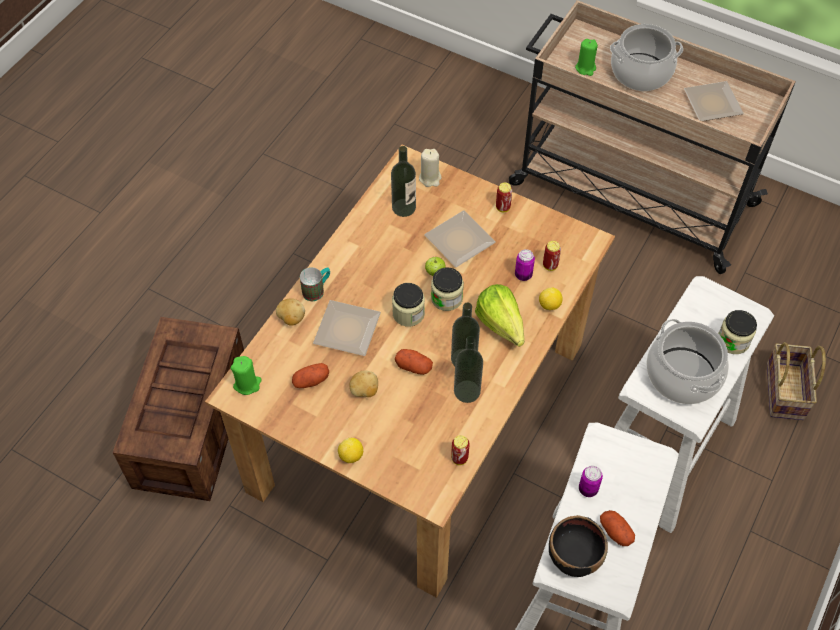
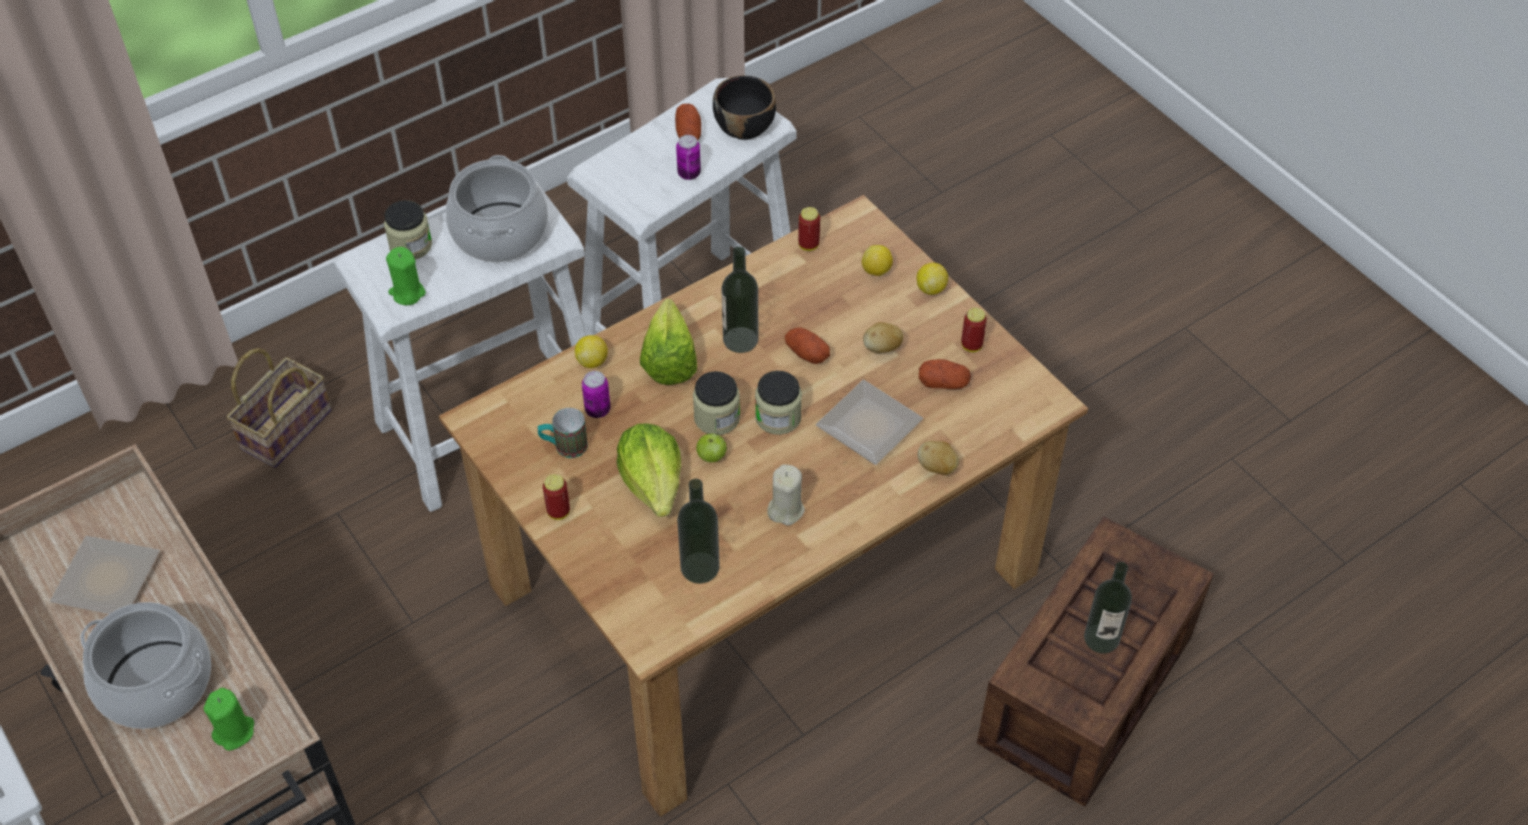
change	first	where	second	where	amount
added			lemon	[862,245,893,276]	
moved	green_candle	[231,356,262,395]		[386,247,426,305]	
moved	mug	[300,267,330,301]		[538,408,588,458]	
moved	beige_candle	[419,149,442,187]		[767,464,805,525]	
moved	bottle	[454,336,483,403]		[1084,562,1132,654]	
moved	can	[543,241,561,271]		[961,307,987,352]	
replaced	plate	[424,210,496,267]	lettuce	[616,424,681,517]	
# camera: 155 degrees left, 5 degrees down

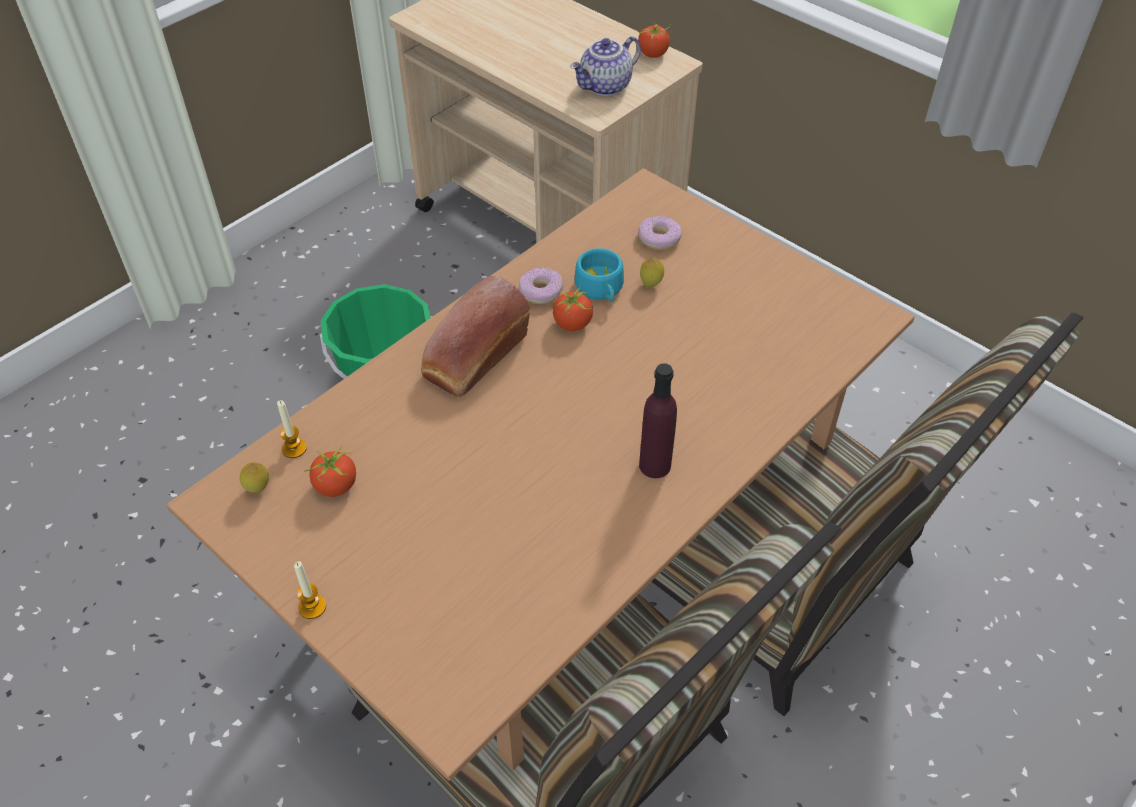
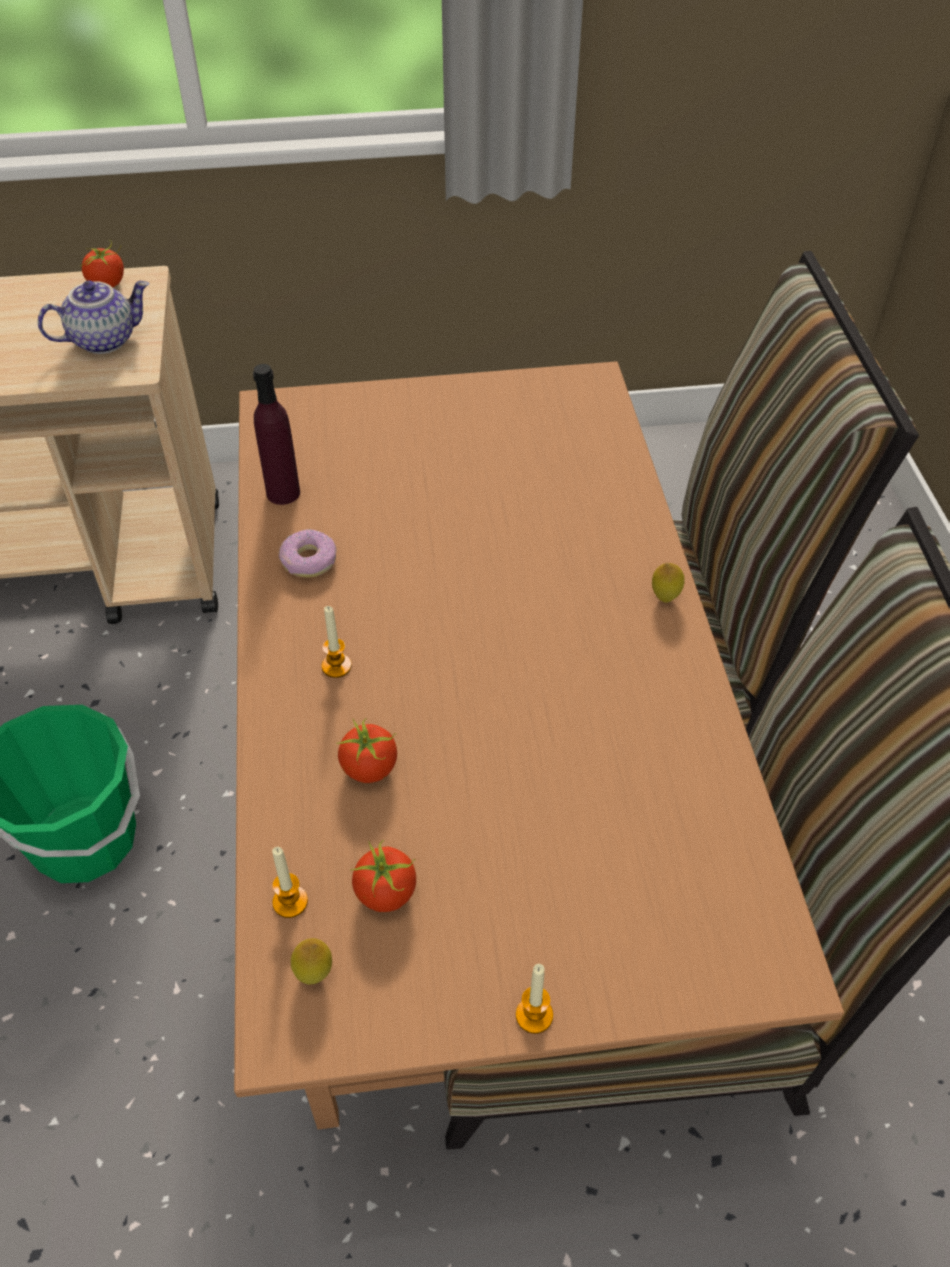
change	first	where	second	where	amount
removed	turquoise_cup	[575,248,624,302]			
removed	donut	[638,216,682,250]			
moved	tomato	[553,287,593,331]		[336,718,397,783]	
moved	purple_bottle	[639,363,677,478]		[253,364,300,505]	
moved	lemon	[640,257,664,288]		[652,563,685,603]	
replaced	bread	[421,276,530,397]	candle	[321,606,352,678]	
turned	teapot	[570,36,641,96]		[38,280,149,354]	120 degrees counterclockwise
# camera: 50 degrees left, 0 degrees up

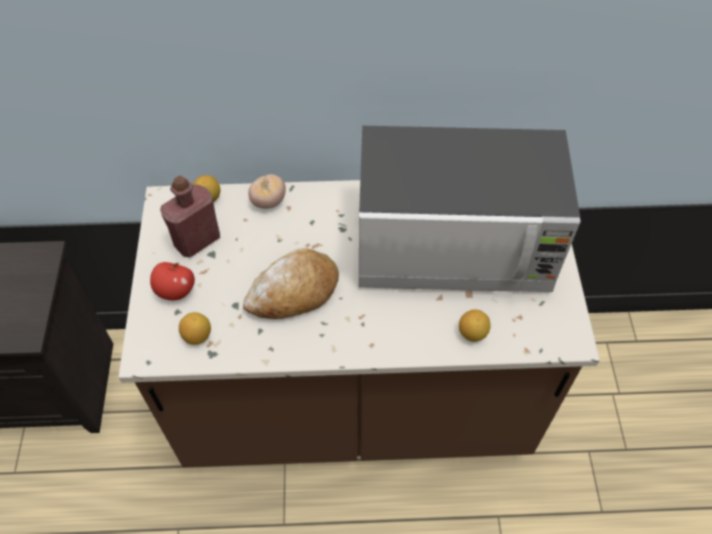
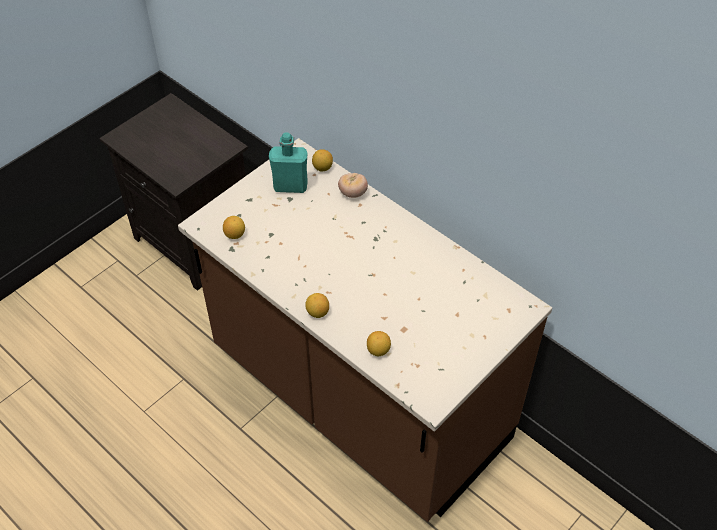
change	first	where	second	where	amount
removed	apple	[150,262,195,300]			
removed	bread	[243,248,339,319]			
removed	microwave	[359,126,581,292]			
added			lemon	[305,293,329,318]	
recoloured	red_bottle	[160,176,220,258]	turquoise_bottle	[269,133,308,193]	
# camera: 45 degrees right, 5 degrees down

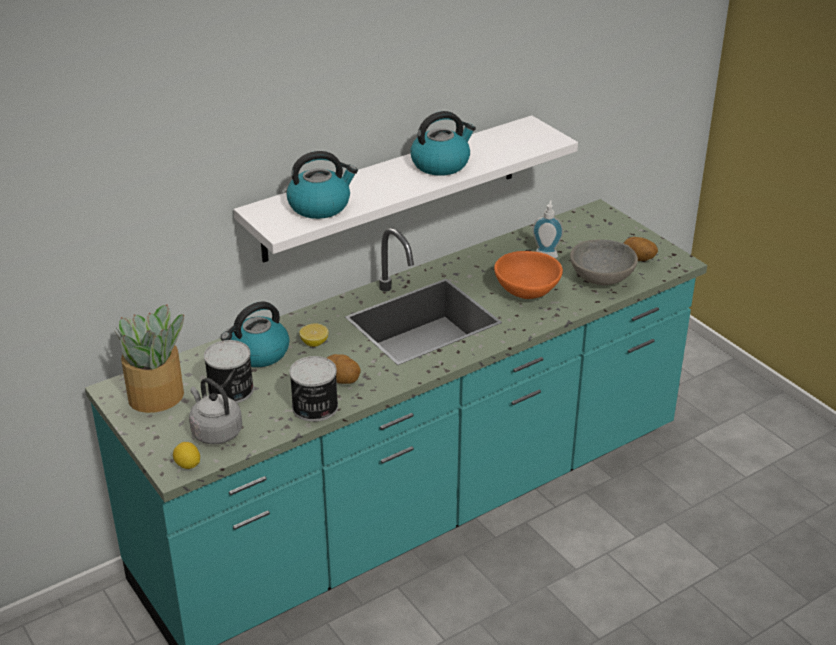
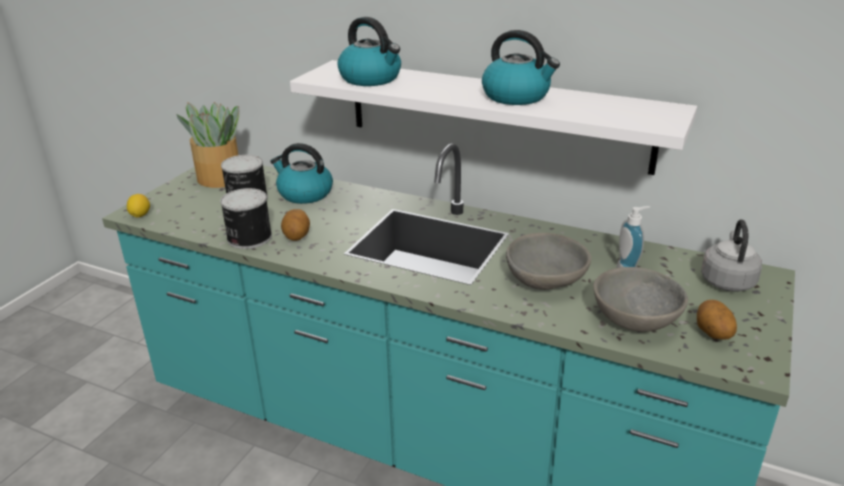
change	first	where	second	where	amount
removed	lemon	[299,324,329,347]			
moved	grey_kettle	[189,378,242,444]		[701,219,762,292]	
recoloured	orange_bowl	[494,251,563,299]	grey_bowl	[506,233,591,290]	
# camera: 60 degrees right, 5 degrees down

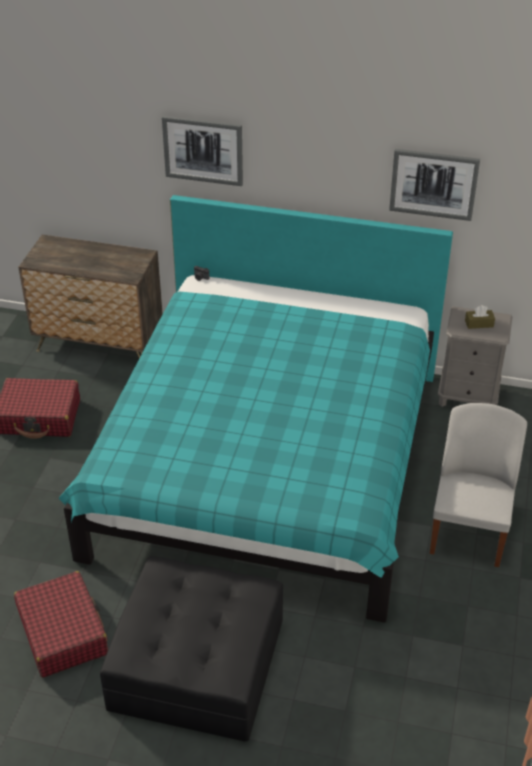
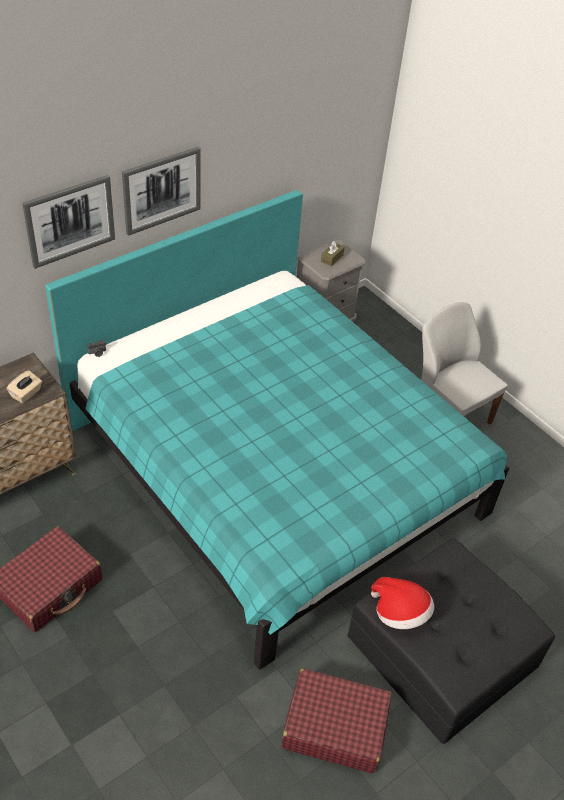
change	first	where	second	where	amount
added			beige_tissue_box	[6,370,42,403]	
added			hat	[371,577,434,629]	
moved	picture	[389,149,480,221]		[122,147,201,236]	
# camera: 55 degrees left, 5 degrees up

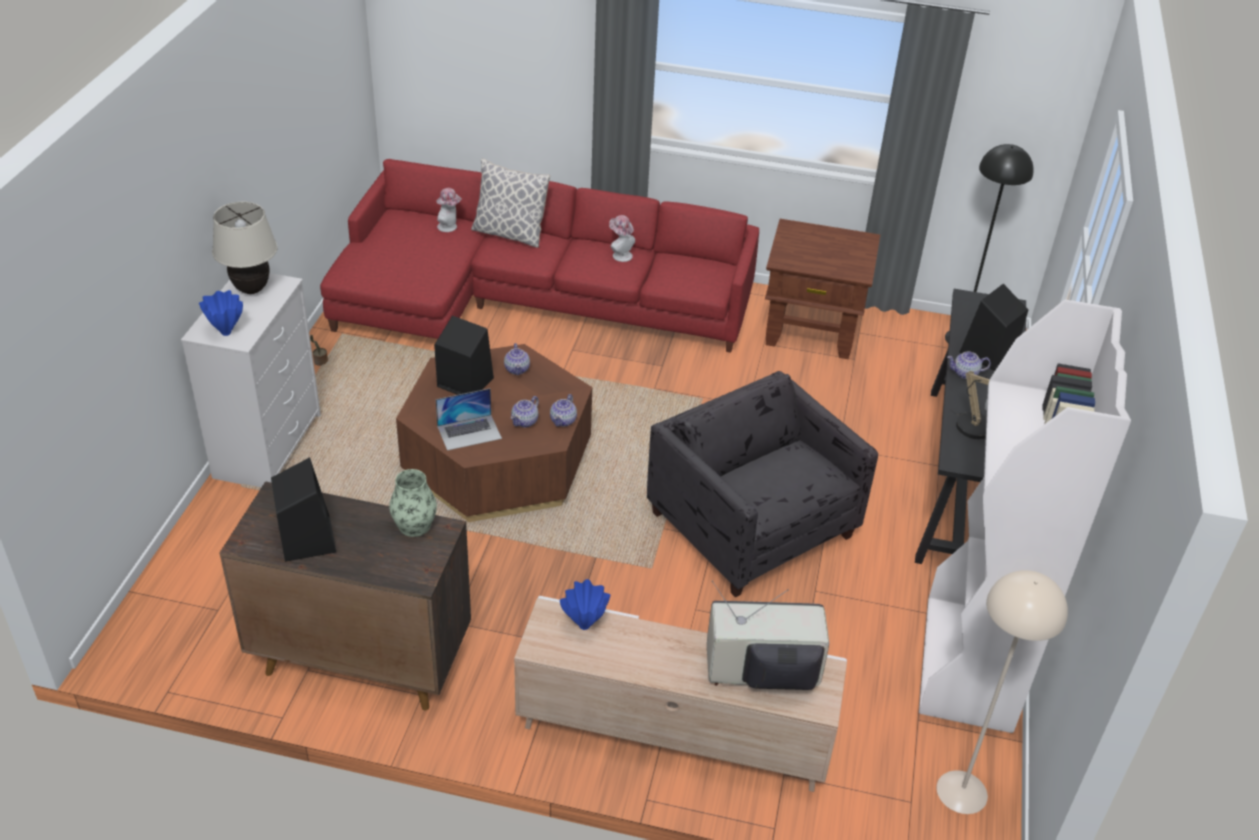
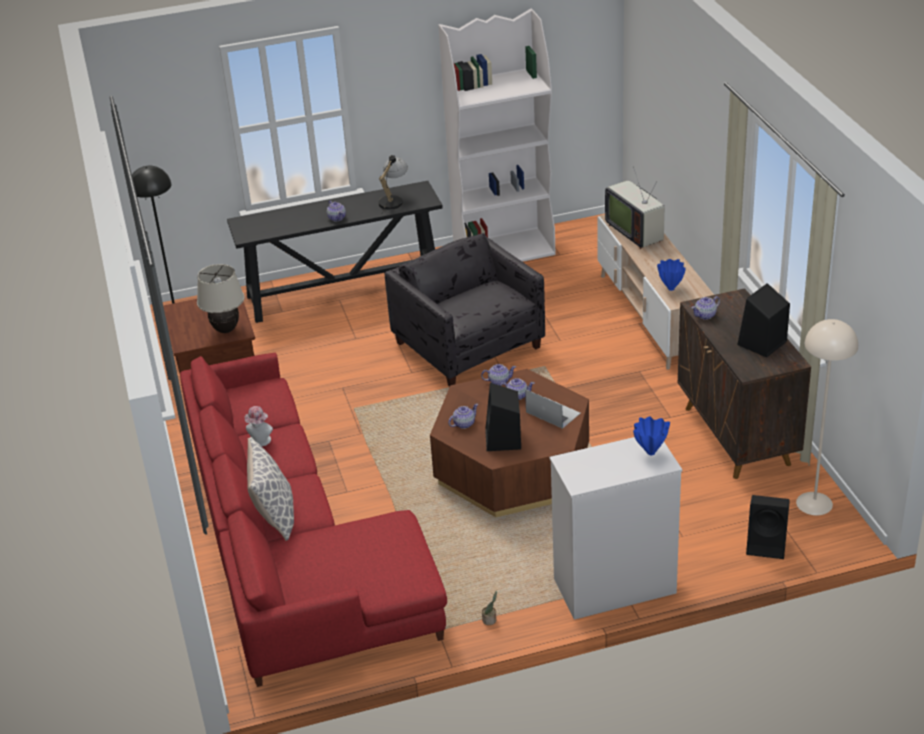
change	first	where	second	where	amount
removed	hat	[436,188,462,232]			
moved	beige_table_lamp	[212,202,278,294]		[197,264,245,333]	
moved	beige_floor_lamp	[937,570,1068,814]		[796,319,858,515]	
moved	black_speaker	[959,284,1028,371]		[746,495,790,559]	
replaced	vase	[389,469,437,537]	teapot	[691,296,720,320]	
turned	grey_armchair	[647,371,878,597]		[385,233,545,387]	120 degrees clockwise
# camera: 115 degrees left, 5 degrees down

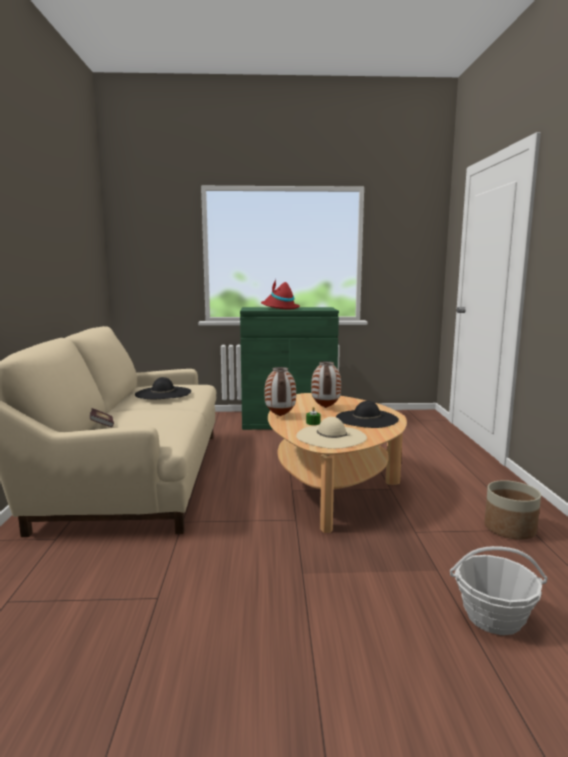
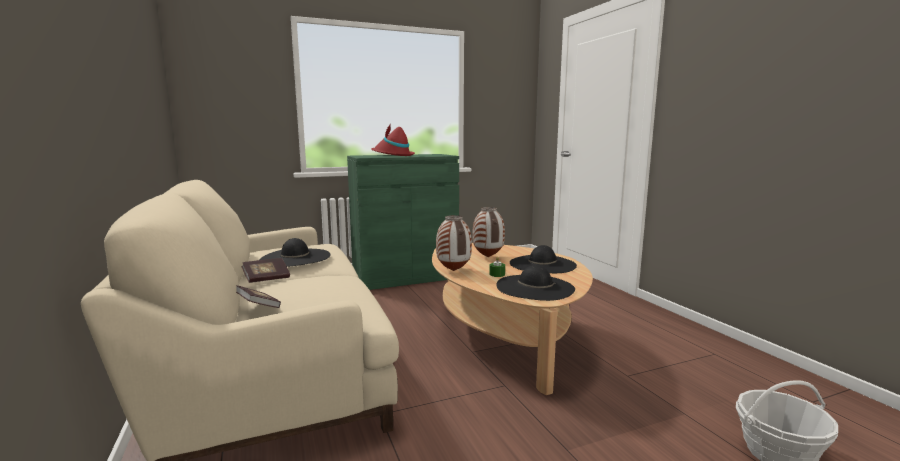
change	first	where	second	where	amount
removed	planter	[484,480,541,540]			
added			book	[242,258,290,283]	
recoloured	beige_hat	[296,417,367,449]	black_hat	[496,265,575,301]	
# camera: 20 degrees left, 0 degrees up

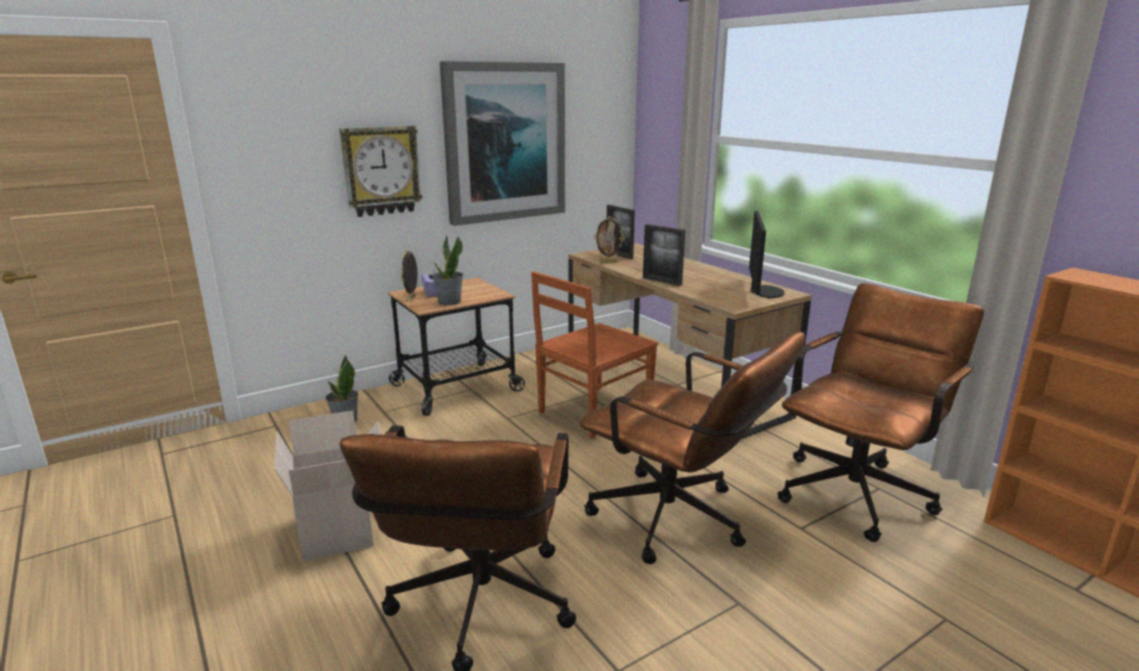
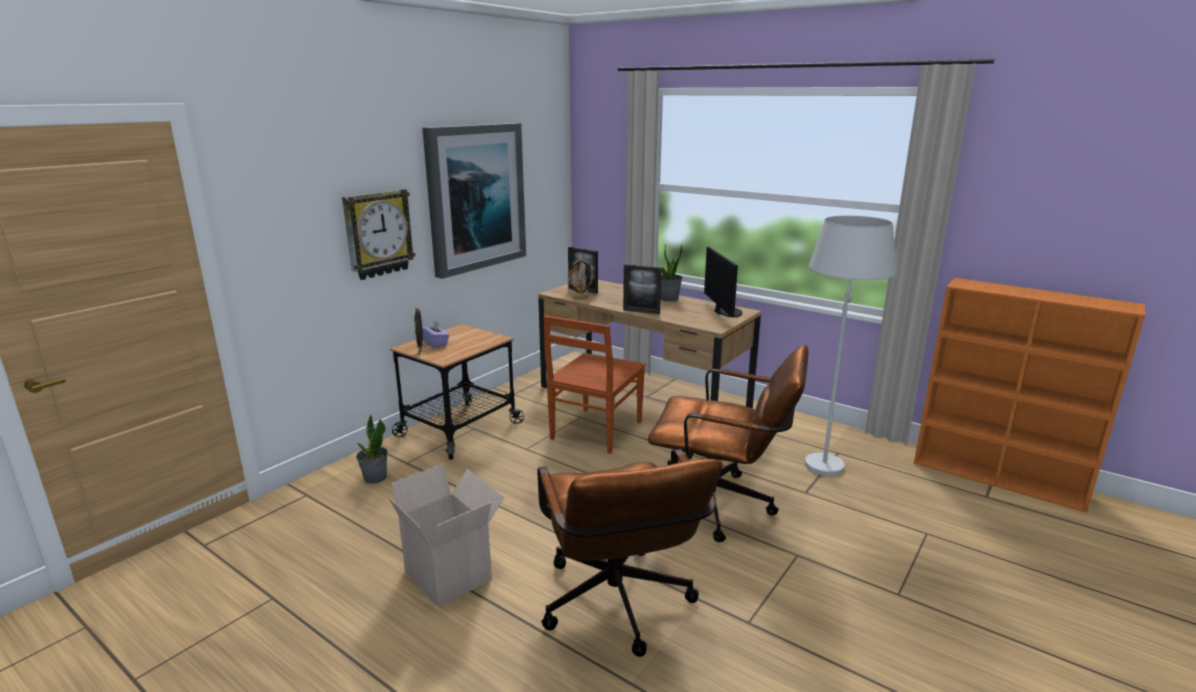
change	first	where	second	where	amount
moved	potted_plant	[432,235,463,305]		[661,245,683,301]	
replaced	brown_office_chair	[777,283,984,542]	white_floor_lamp	[805,216,897,476]	
# camera: 20 degrees left, 0 degrees up

